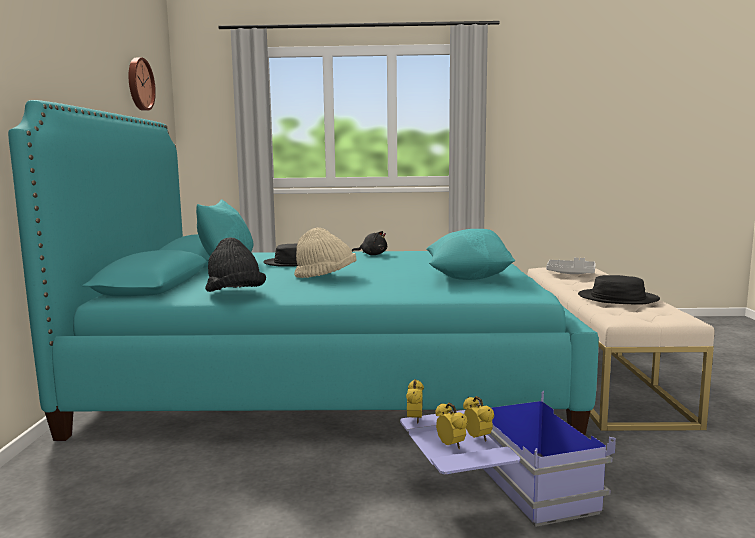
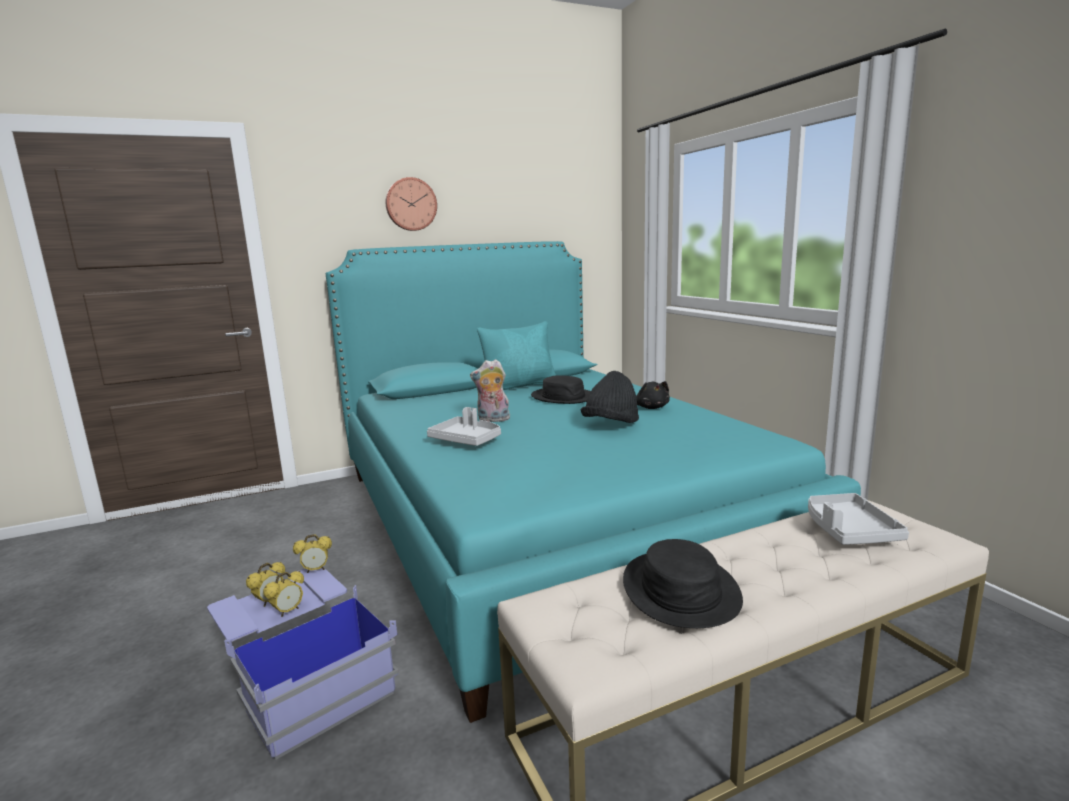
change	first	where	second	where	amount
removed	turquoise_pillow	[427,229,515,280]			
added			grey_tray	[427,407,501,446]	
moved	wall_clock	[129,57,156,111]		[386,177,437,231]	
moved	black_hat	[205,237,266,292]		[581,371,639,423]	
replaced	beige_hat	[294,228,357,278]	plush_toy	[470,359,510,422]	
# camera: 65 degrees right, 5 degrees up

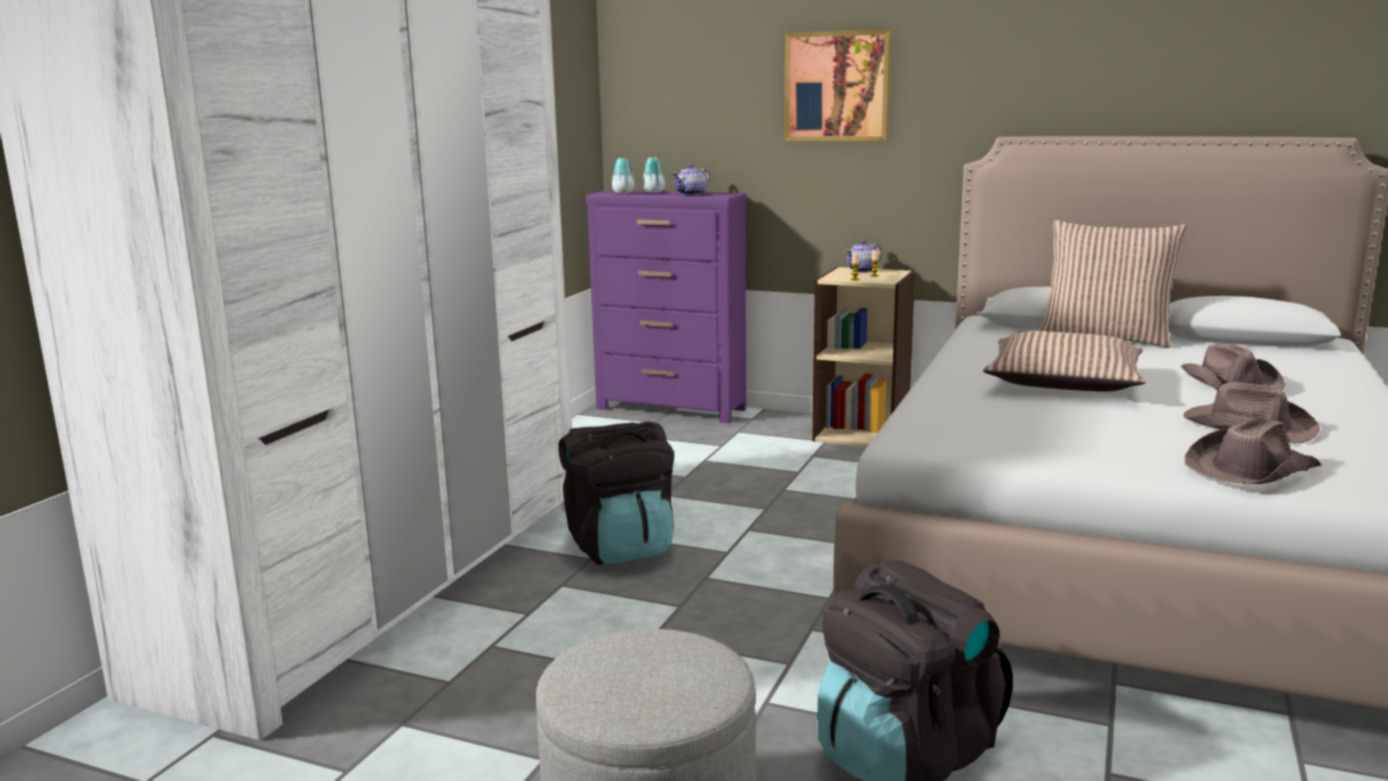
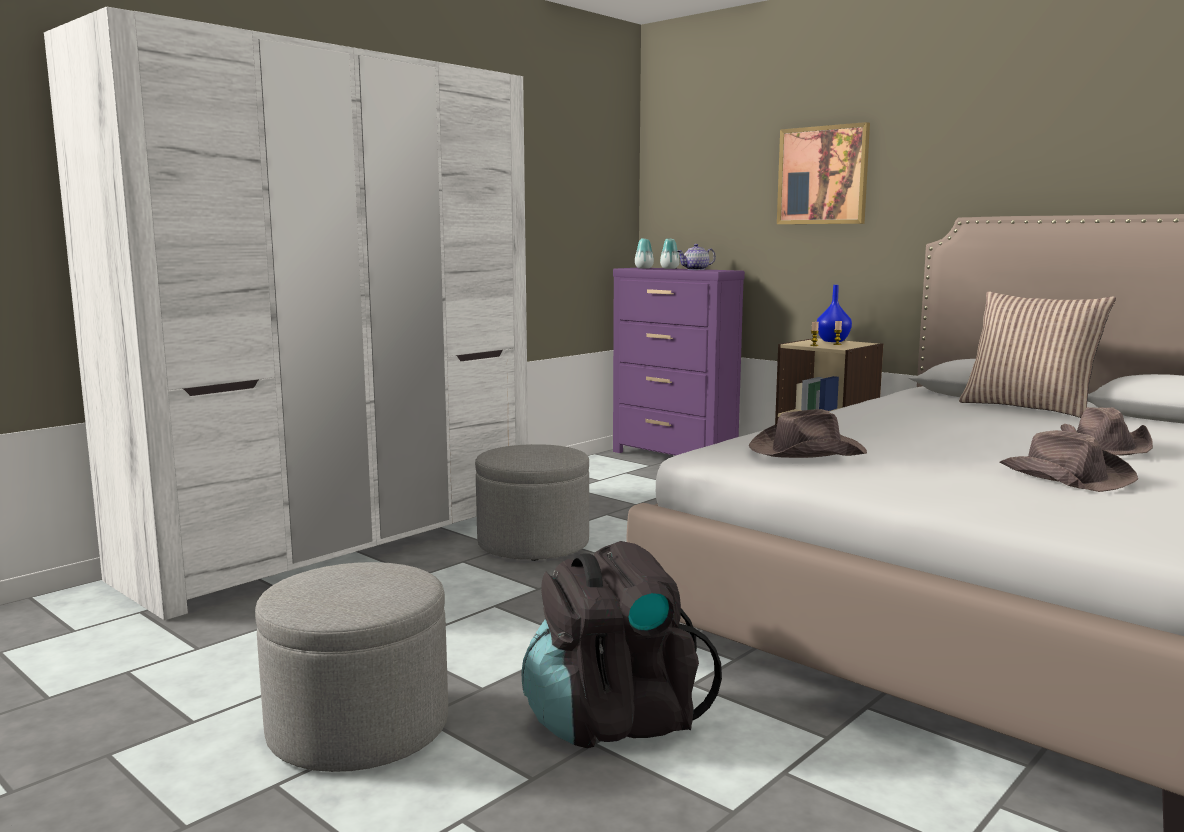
change	first	where	second	where	amount
removed	pillow	[983,331,1146,391]			
moved	brown_hat	[1185,417,1322,484]		[749,409,867,458]	
replaced	black_backpack	[558,421,674,565]	grey_ottoman	[475,444,589,561]	
replaced	teapot	[845,240,881,272]	blue_vase	[817,285,852,342]	
# camera: 20 degrees right, 5 degrees down

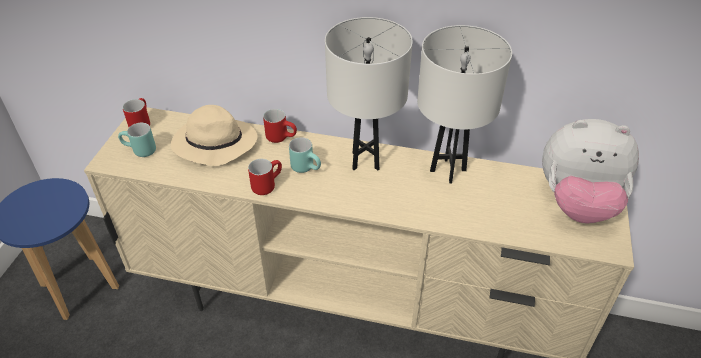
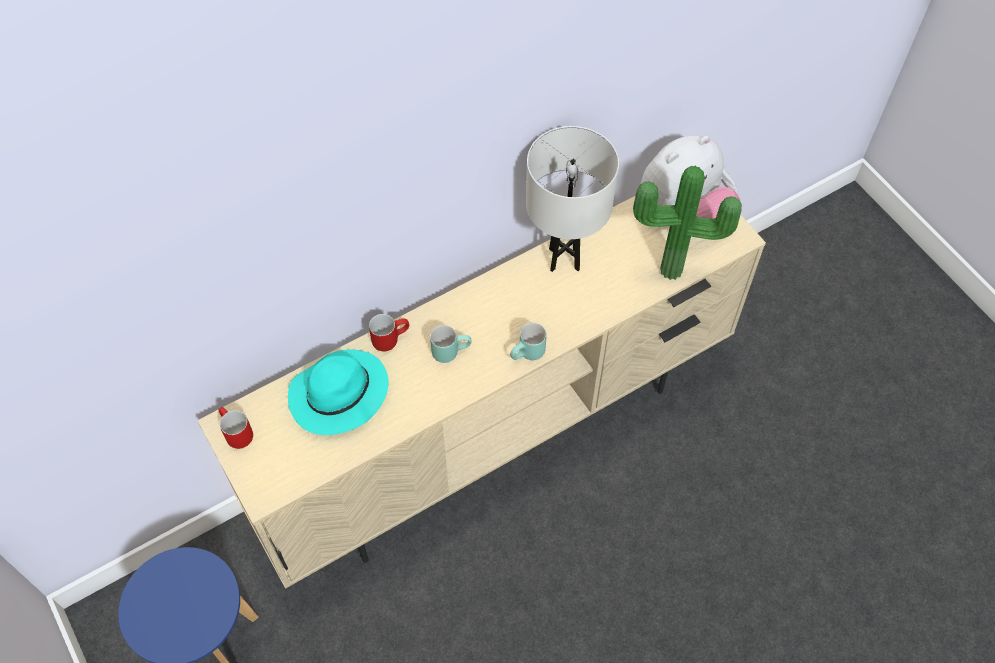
change	first	where	second	where	amount
removed	red_mug	[248,159,282,195]			
removed	white_table_lamp	[325,17,413,170]			
added			potted_plant	[633,166,742,280]	
moved	turquoise_mug	[118,123,156,157]		[510,323,547,360]	
recoloured	beige_hat	[171,105,258,166]	turquoise_hat	[288,349,388,435]	
# camera: 45 degrees left, 15 degrees up

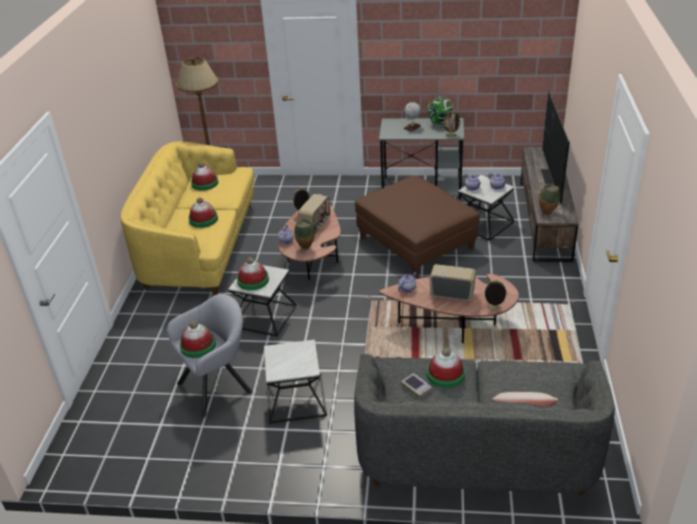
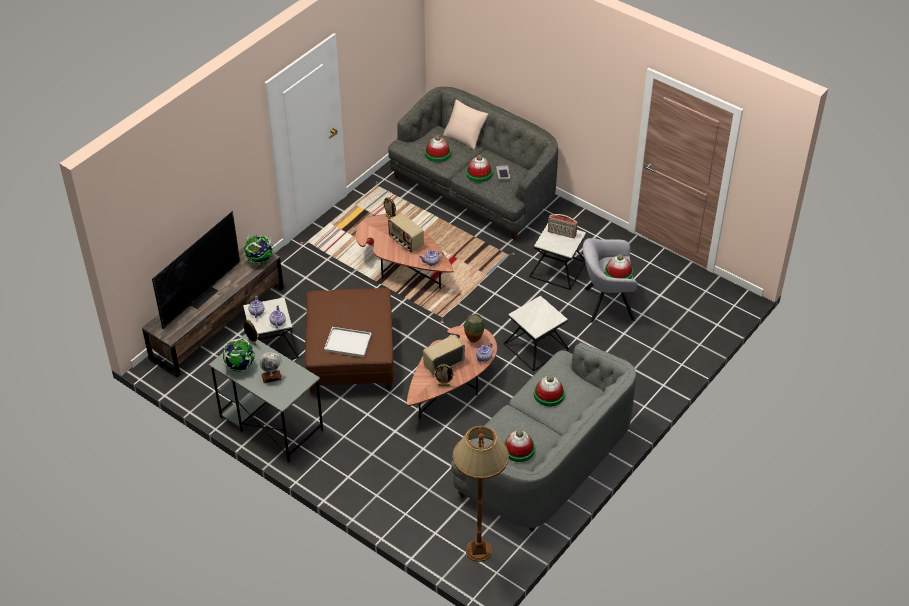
change	first	where	second	where	amount
added			white_tray	[324,327,372,357]	
added			radio	[548,214,577,238]	
moved	hat	[237,257,269,290]		[425,135,451,162]	
replaced	vase	[539,184,560,215]	globe	[244,234,274,264]	
recoloured	yellow_sofa	[121,141,255,296]	grey_sofa	[451,342,636,532]	
# camera: 150 degrees left, 10 degrees up

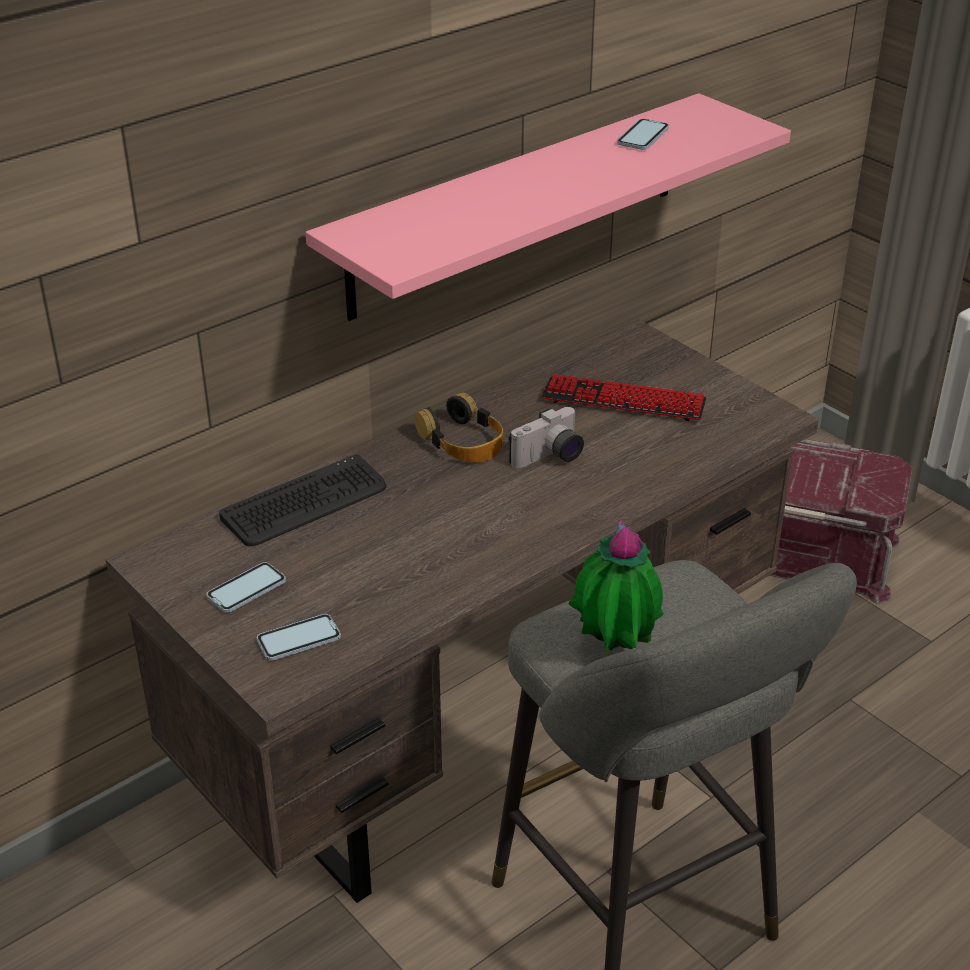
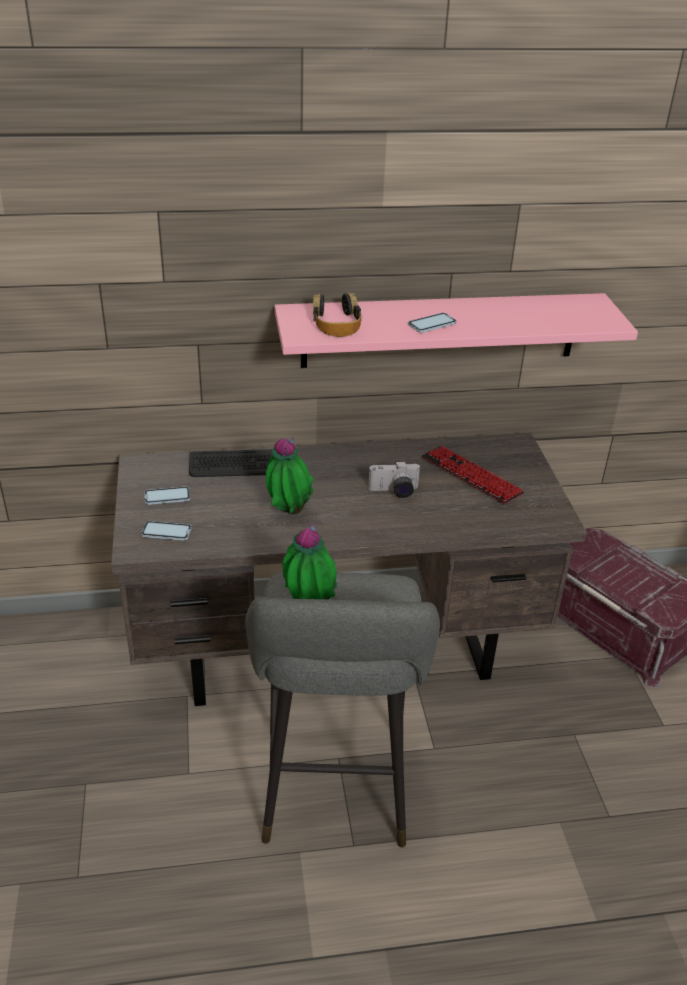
change	first	where	second	where	amount
added			potted_plant	[266,437,314,514]	
moved	headphones	[414,392,503,463]		[313,293,362,337]	
moved	phone	[617,119,669,150]		[408,313,456,333]	
# camera: 30 degrees right, 0 degrees up

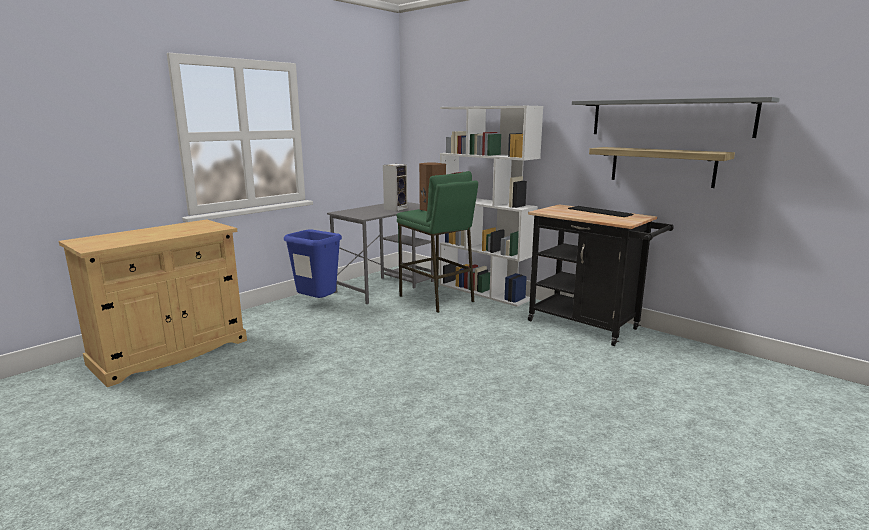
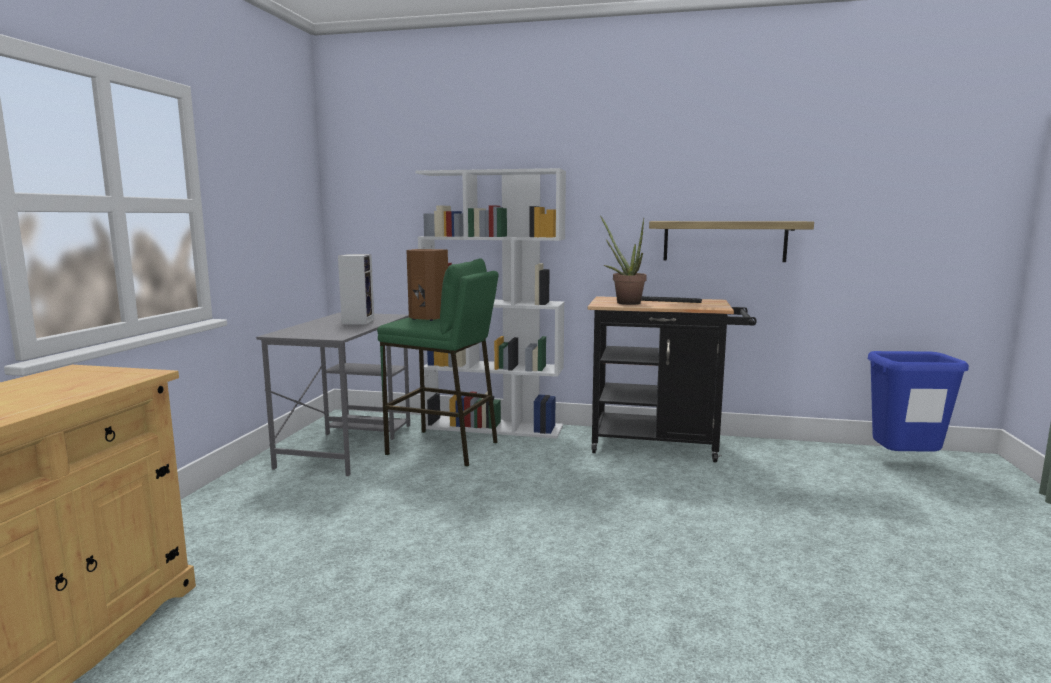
change	first	where	second	where	amount
removed	grey_shelf	[572,97,780,138]			
added			potted_plant	[600,216,647,305]	
moved	blue_trash_can	[284,230,342,298]		[868,351,969,452]	
# camera: 30 degrees left, 5 degrees down

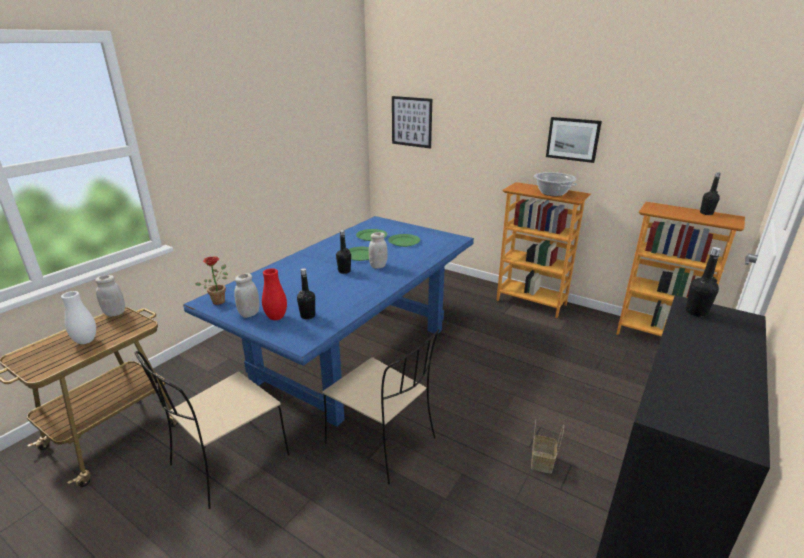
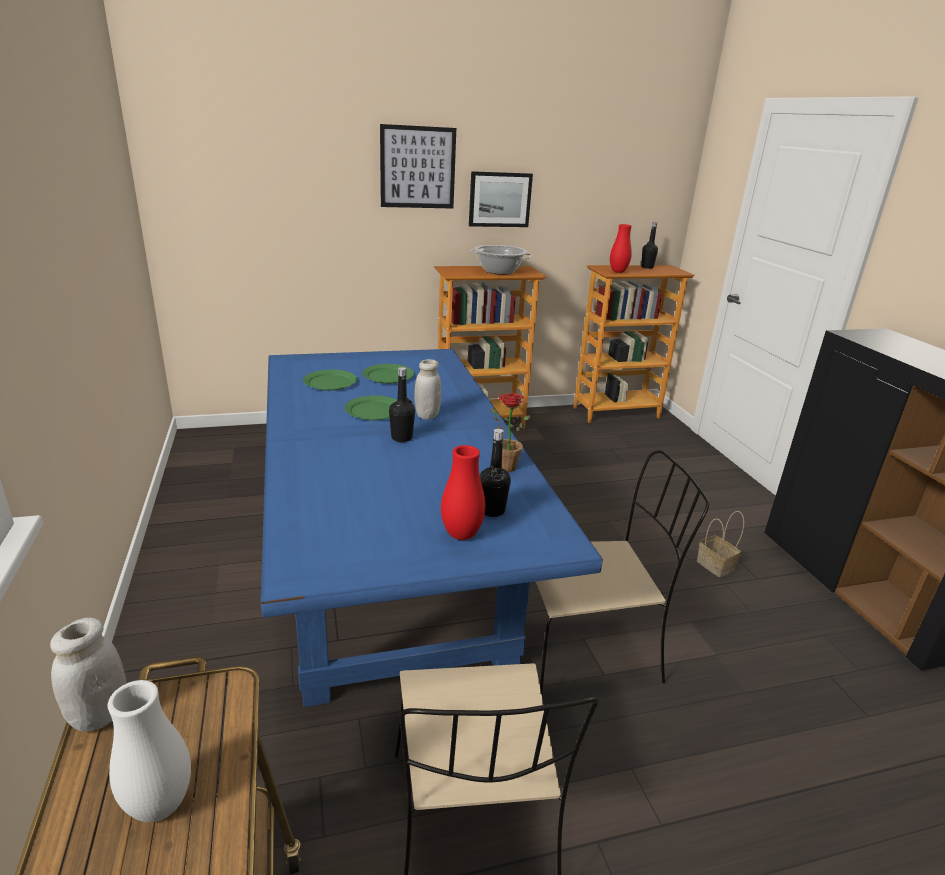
change	first	where	second	where	amount
removed	white_jar	[234,273,259,318]			
removed	black_bottle	[686,247,721,317]			
added			red_vase	[610,224,632,273]	
moved	potted_plant	[195,256,228,305]		[491,393,530,472]	
moved	picture	[392,96,432,149]		[380,124,456,209]	
# camera: 50 degrees left, 0 degrees up

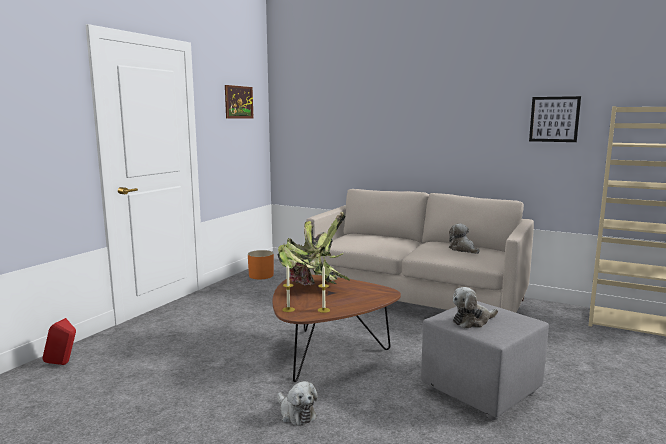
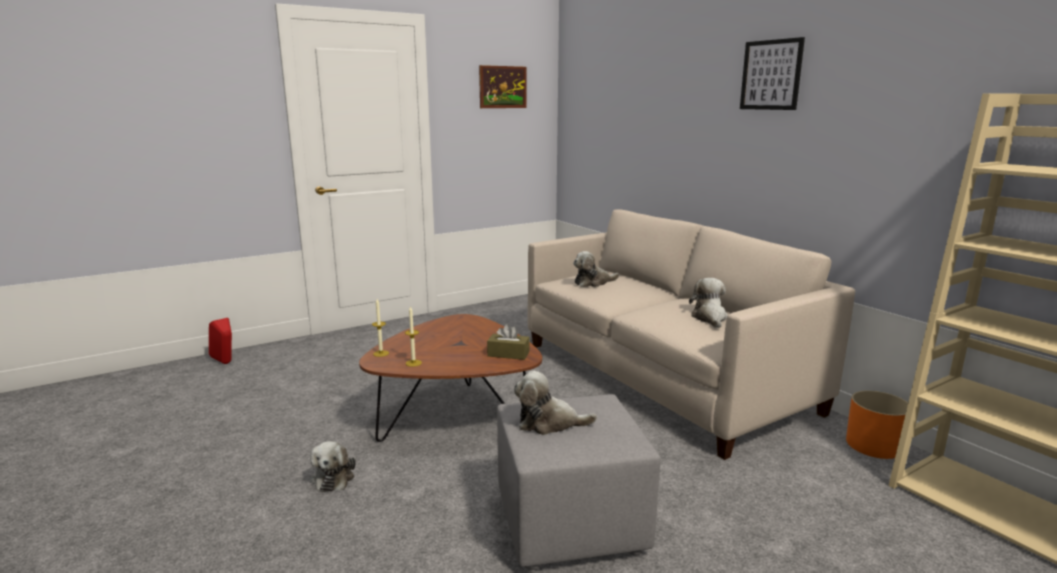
change	first	where	second	where	amount
removed	potted_plant	[278,212,351,286]			
added			brown_tissue_box	[487,324,530,360]	
added			plush_toy	[573,251,619,287]	
moved	orange_planter	[248,250,274,279]		[846,390,908,459]	
moved	picture	[529,96,581,142]		[740,37,805,110]	
# camera: 30 degrees right, 5 degrees up

